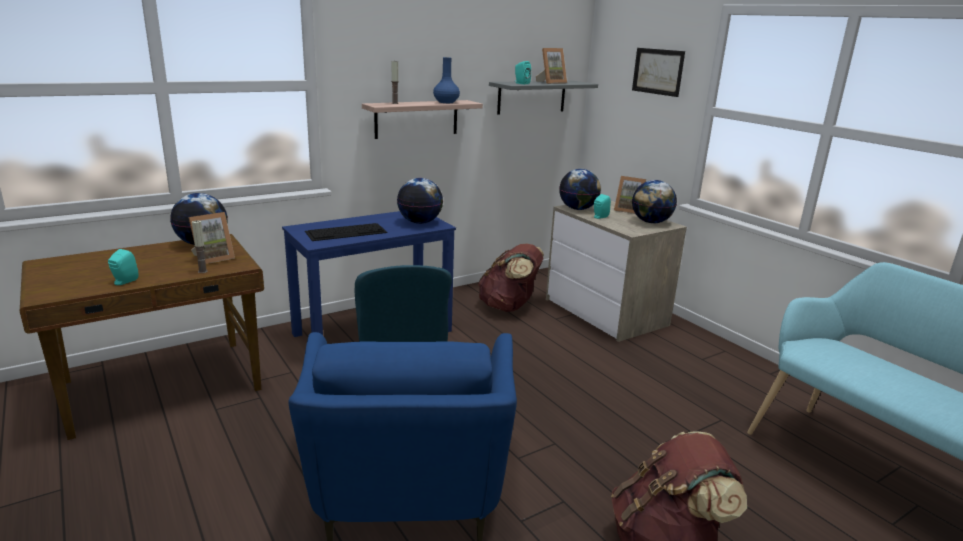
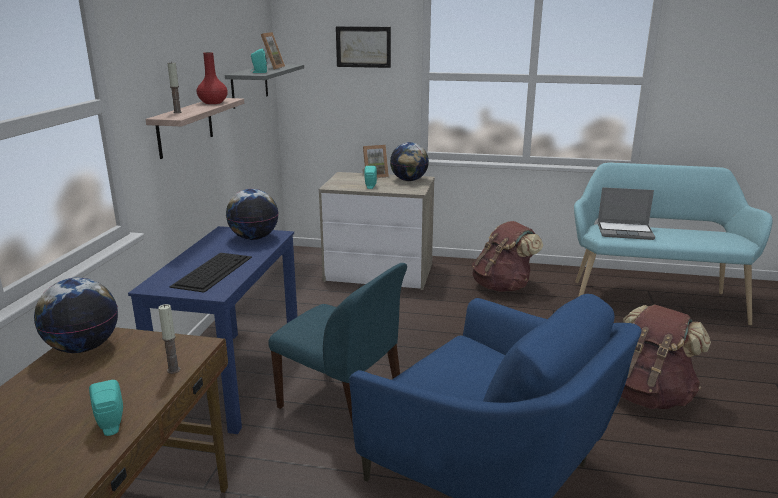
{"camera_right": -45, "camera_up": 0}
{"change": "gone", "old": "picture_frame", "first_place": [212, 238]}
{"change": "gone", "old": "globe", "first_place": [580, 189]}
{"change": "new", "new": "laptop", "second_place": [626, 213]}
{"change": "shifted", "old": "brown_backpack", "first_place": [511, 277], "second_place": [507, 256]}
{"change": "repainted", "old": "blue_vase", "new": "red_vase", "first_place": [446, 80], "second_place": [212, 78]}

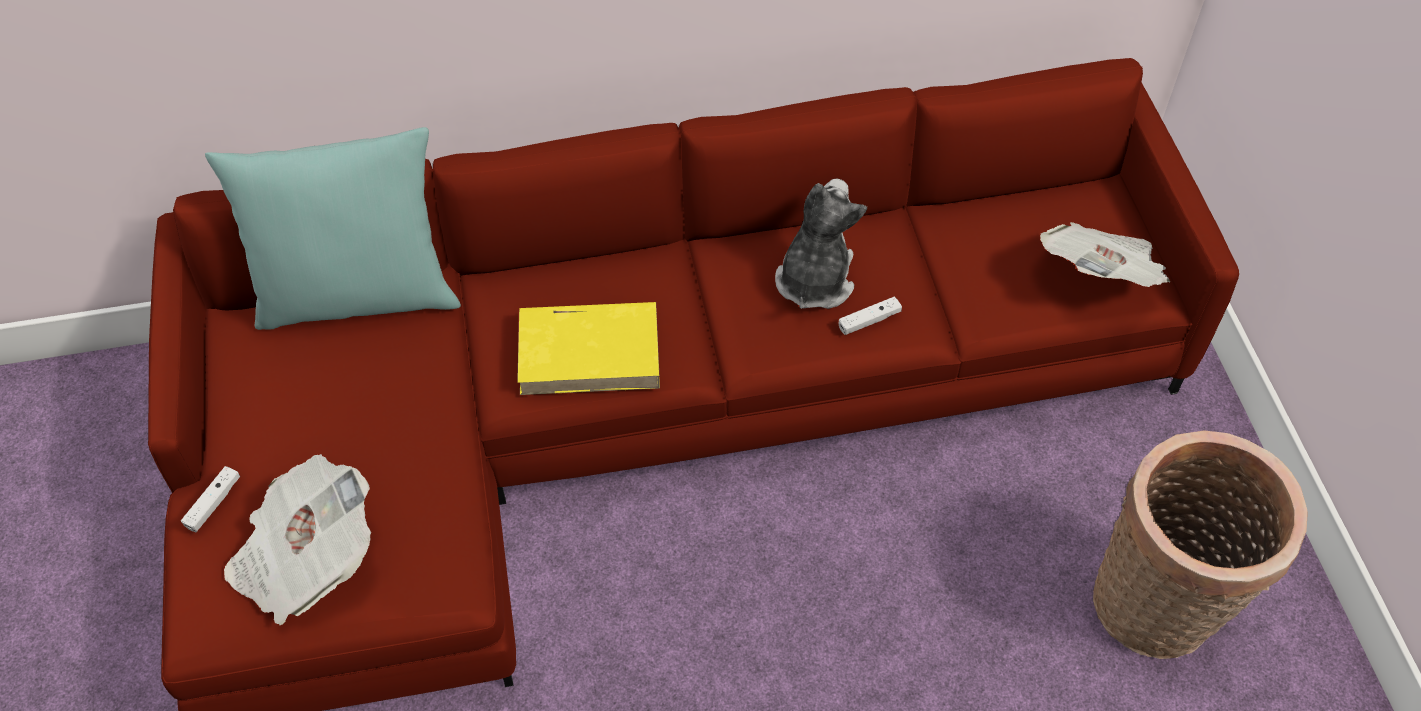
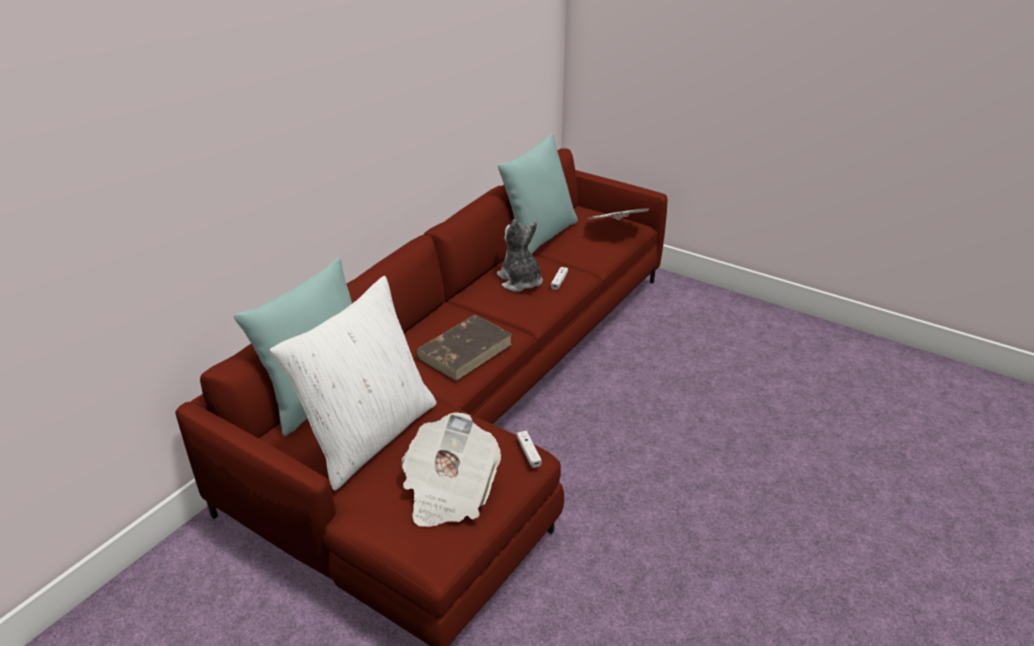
{"camera_right": -45, "camera_up": -20}
{"change": "gone", "old": "basket", "first_place": [1200, 544]}
{"change": "new", "new": "white_pillow", "second_place": [353, 383]}
{"change": "new", "new": "turquoise_pillow", "second_place": [538, 193]}
{"change": "shifted", "old": "white_game_controller", "first_place": [210, 499], "second_place": [529, 449]}
{"change": "repainted", "old": "yellow_book", "new": "brown_book", "first_place": [588, 348], "second_place": [464, 348]}

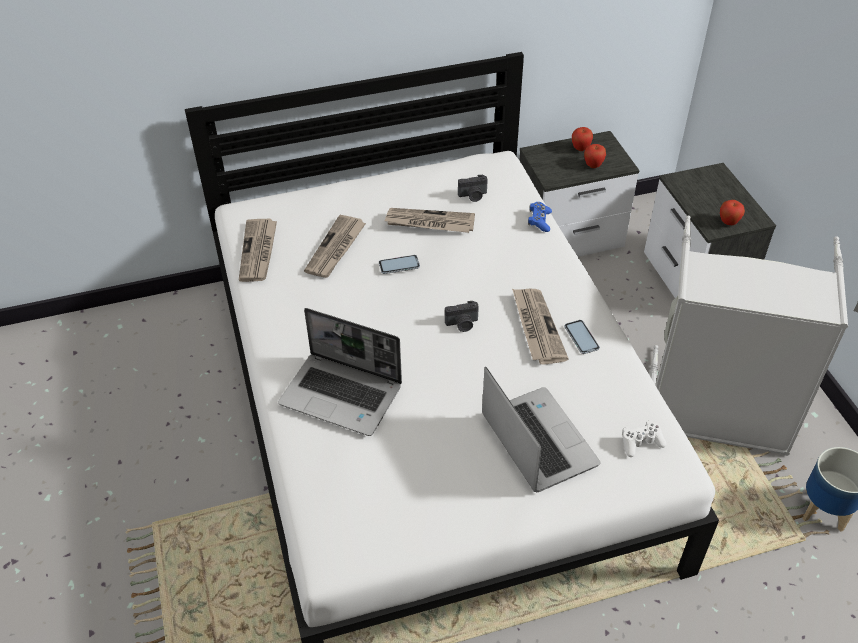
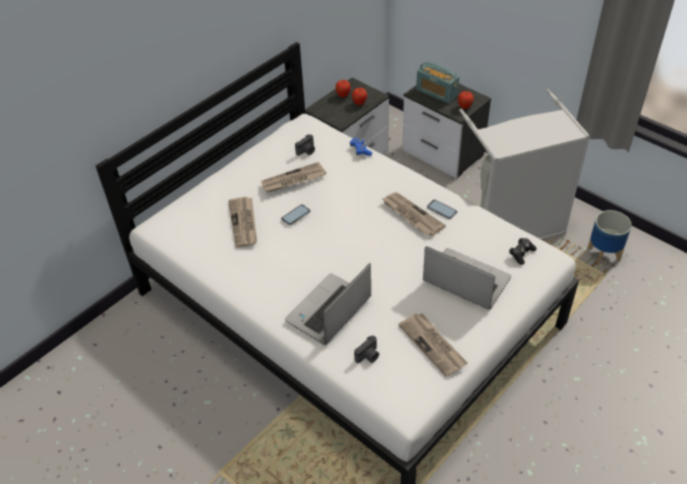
{"camera_right": -30, "camera_up": 0}
{"change": "new", "new": "radio", "second_place": [437, 82]}
{"change": "shifted", "old": "newspaper", "first_place": [258, 250], "second_place": [433, 345]}
{"change": "shifted", "old": "photo_camera", "first_place": [462, 316], "second_place": [366, 349]}
{"change": "repainted", "old": "white_game_controller", "new": "black_game_controller", "first_place": [644, 438], "second_place": [523, 251]}
{"change": "rotated", "old": "laptop", "first_place": [340, 372], "second_place": [328, 304], "degrees": 135}

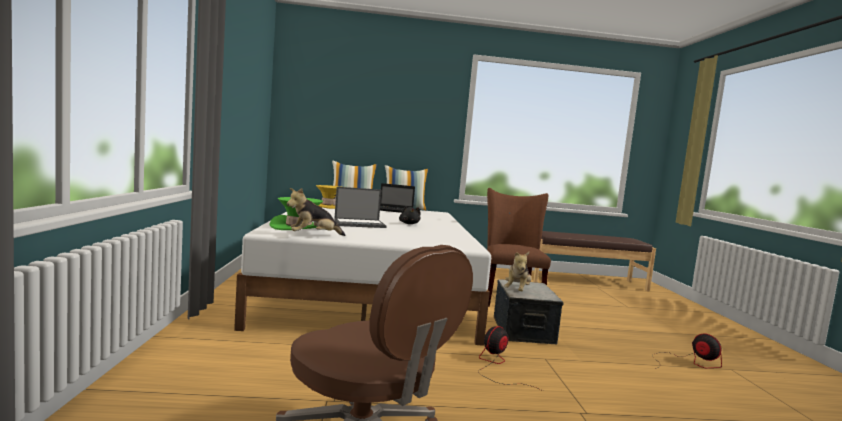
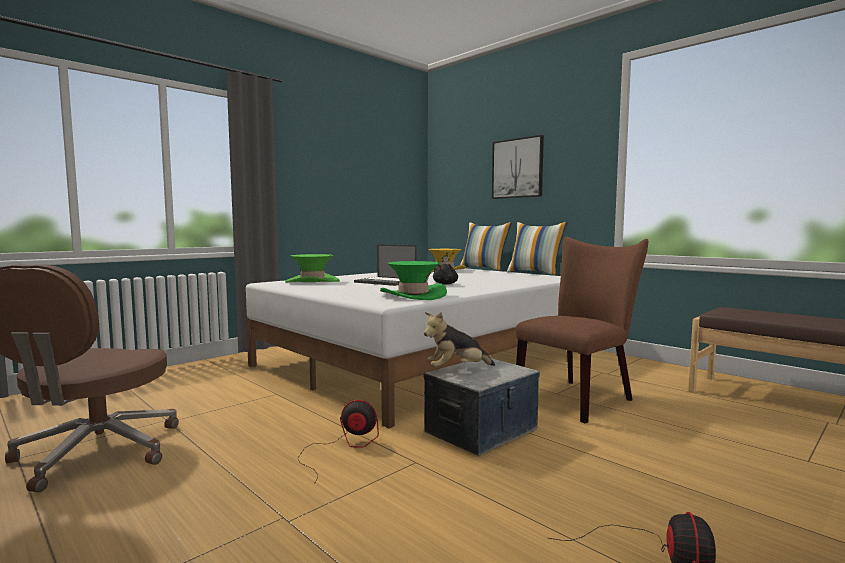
{"camera_right": 50, "camera_up": 0}
{"change": "gone", "old": "plush_toy", "first_place": [316, 212]}
{"change": "gone", "old": "laptop", "first_place": [397, 198]}
{"change": "new", "new": "green_hat", "second_place": [413, 280]}
{"change": "new", "new": "picture", "second_place": [518, 167]}

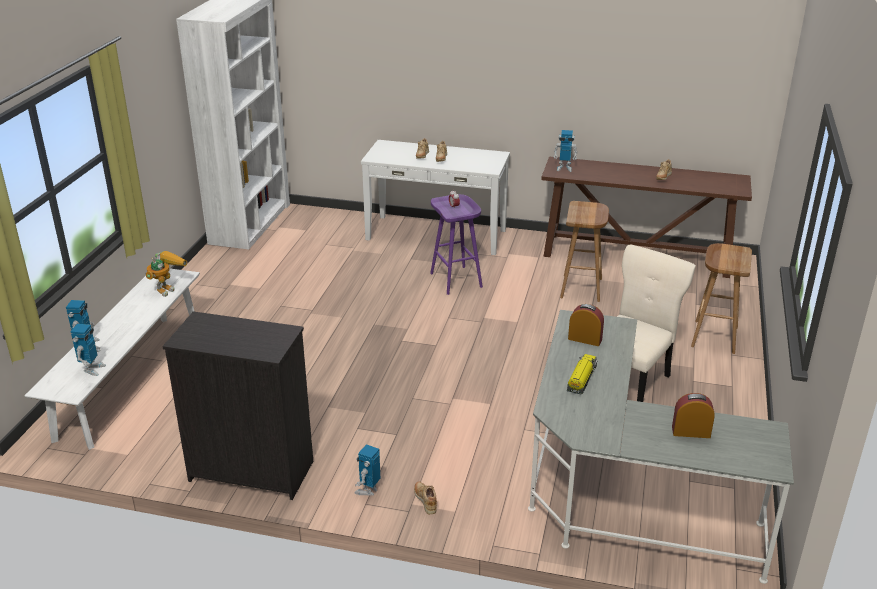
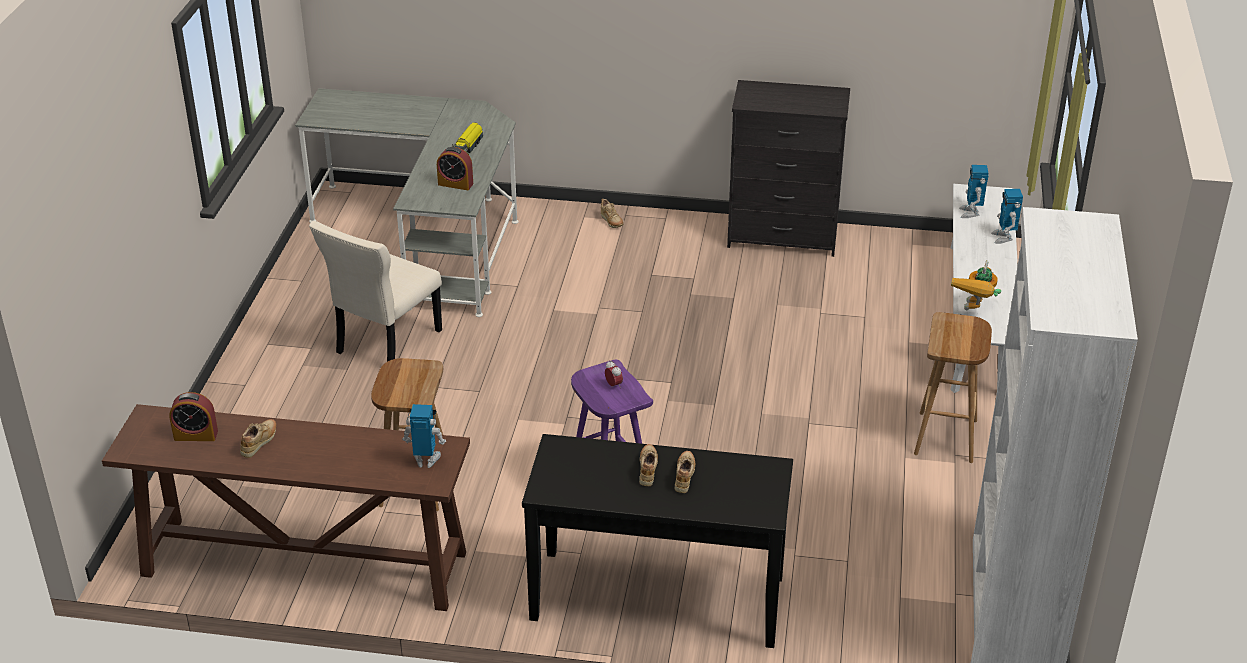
{"camera_right": 175, "camera_up": 5}
{"change": "gone", "old": "toy_robot", "first_place": [367, 470]}
{"change": "shifted", "old": "alarm_clock", "first_place": [693, 415], "second_place": [193, 416]}
{"change": "shifted", "old": "brown_stool", "first_place": [721, 298], "second_place": [953, 387]}
{"change": "repainted", "old": "white_console_table", "new": "black_console_table", "first_place": [435, 197], "second_place": [657, 541]}

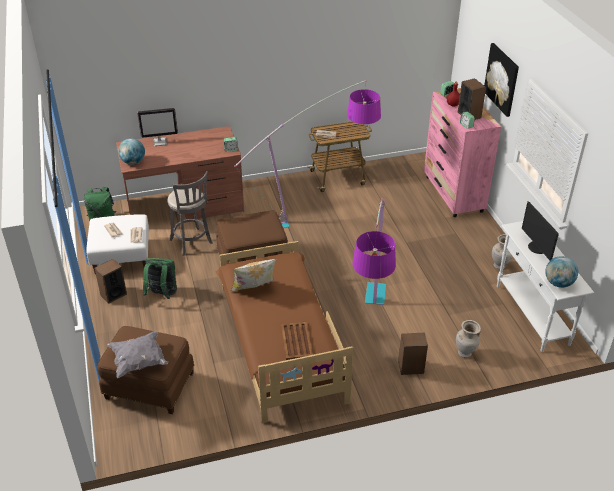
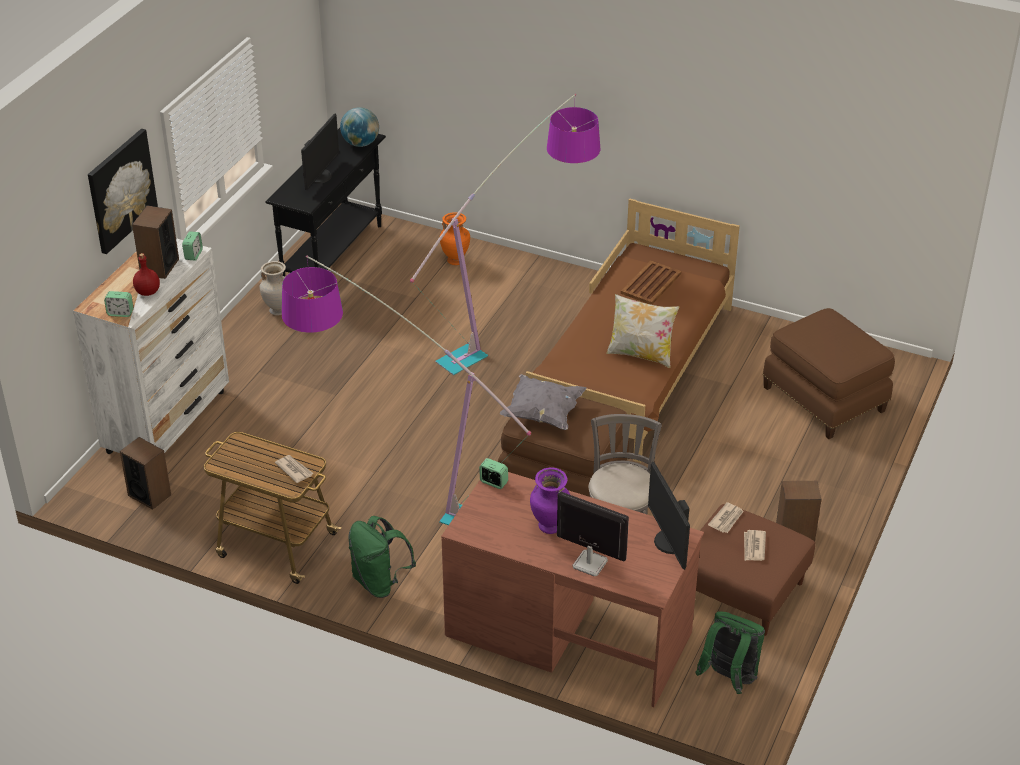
{"camera_right": -140, "camera_up": 0}
{"change": "new", "new": "purple_vase", "second_place": [550, 500]}
{"change": "shifted", "old": "grey_pillow", "first_place": [137, 354], "second_place": [543, 402]}
{"change": "shifted", "old": "green_backpack", "first_place": [160, 278], "second_place": [382, 557]}
{"change": "shifted", "old": "speaker", "first_place": [413, 354], "second_place": [145, 473]}
{"change": "swapped", "old": "globe", "new": "monitor", "first_place": [131, 151], "second_place": [669, 516]}
{"change": "repainted", "old": "white_ottoman", "new": "brown_ottoman", "first_place": [117, 244], "second_place": [755, 570]}
{"change": "repainted", "old": "pink_dresser", "new": "white_dresser", "first_place": [462, 152], "second_place": [151, 346]}
{"change": "repainted", "old": "beige_vase", "new": "orange_vase", "first_place": [468, 339], "second_place": [455, 238]}
{"change": "repainted", "old": "white_console_table", "new": "black_console_table", "first_place": [545, 286], "second_place": [325, 202]}

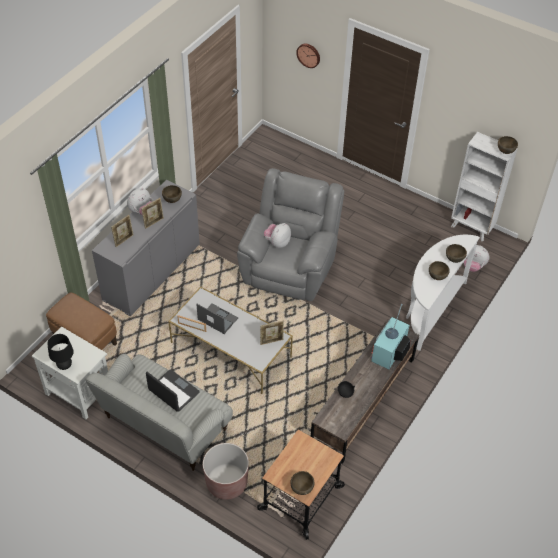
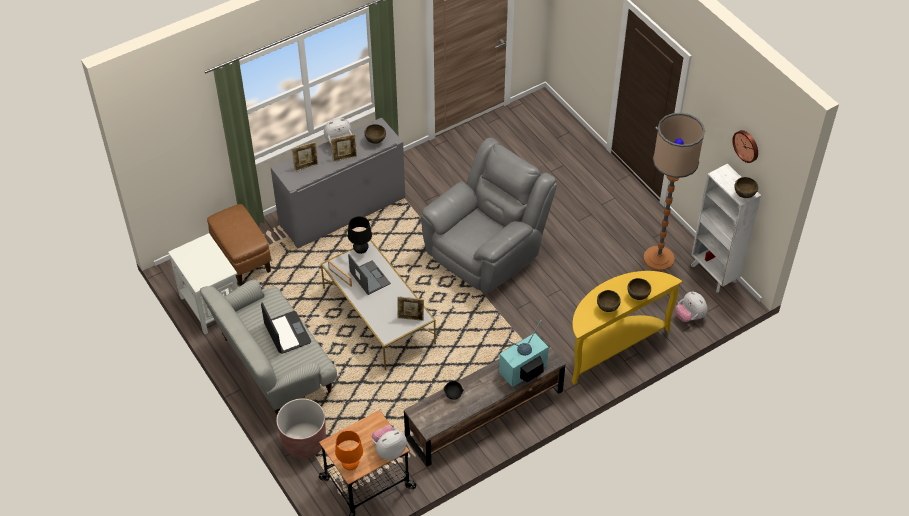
{"camera_right": 25, "camera_up": 0}
{"change": "new", "new": "floor_lamp", "second_place": [674, 192]}
{"change": "shifted", "old": "black_table_lamp", "first_place": [60, 352], "second_place": [360, 235]}
{"change": "shifted", "old": "plush_toy", "first_place": [277, 235], "second_place": [389, 442]}
{"change": "shifted", "old": "wall_clock", "first_place": [308, 56], "second_place": [745, 146]}
{"change": "swapped", "old": "brown_bowl", "new": "orange_table_lamp", "first_place": [302, 483], "second_place": [349, 450]}
{"change": "repainted", "old": "white_console_table", "new": "yellow_console_table", "first_place": [443, 293], "second_place": [626, 328]}

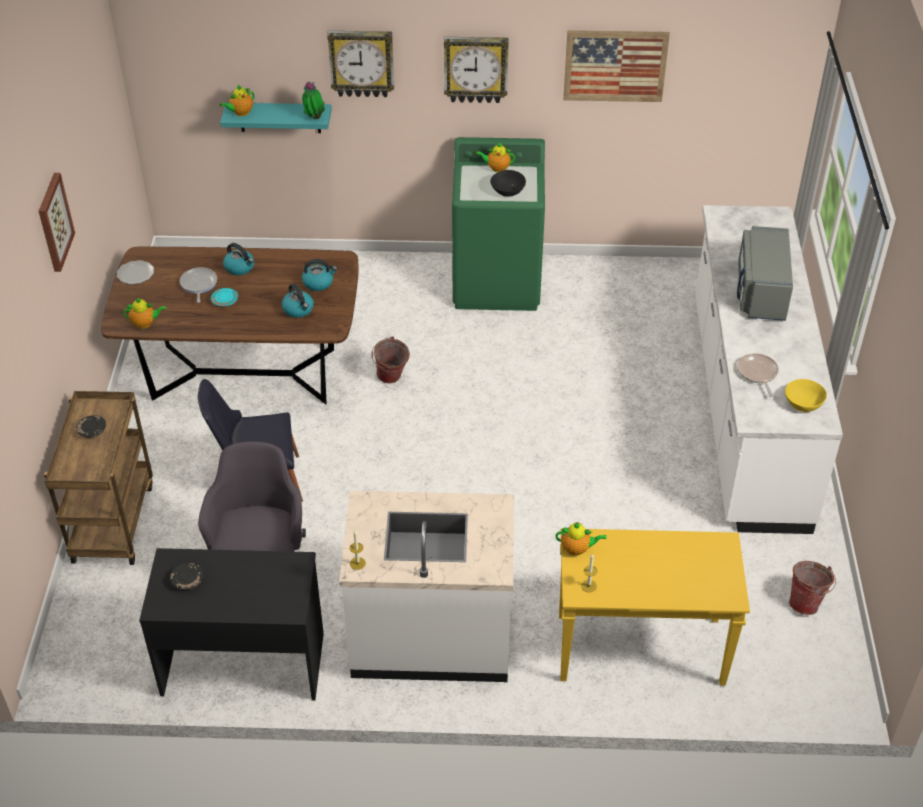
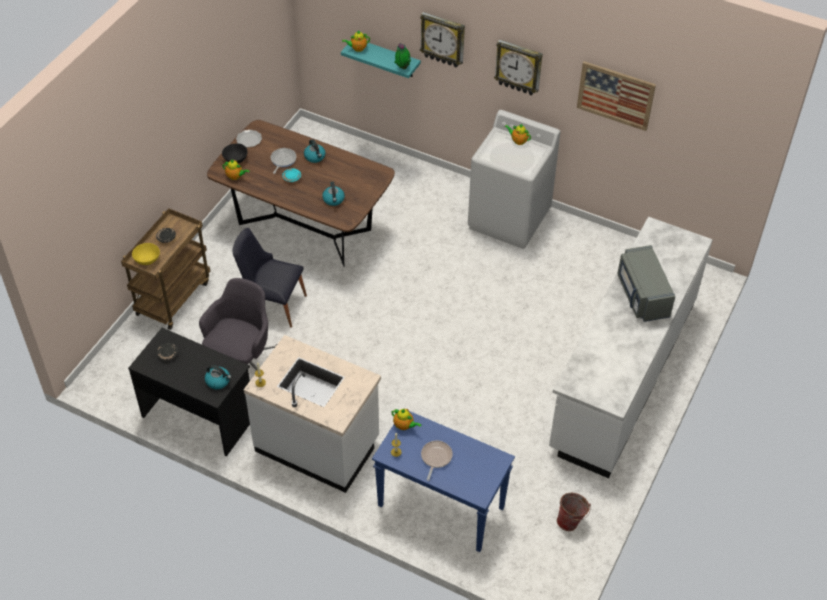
{"camera_right": 25, "camera_up": 5}
{"change": "gone", "old": "picture", "first_place": [57, 222]}
{"change": "gone", "old": "bucket", "first_place": [390, 359]}
{"change": "shifted", "old": "kettle", "first_place": [319, 275], "second_place": [218, 377]}
{"change": "shifted", "old": "black_bowl", "first_place": [508, 183], "second_place": [234, 153]}
{"change": "shifted", "old": "frying_pan", "first_place": [758, 375], "second_place": [437, 461]}
{"change": "shifted", "old": "yellow_bowl", "first_place": [806, 395], "second_place": [146, 254]}
{"change": "repainted", "old": "green_washing_machine", "new": "white_washing_machine", "first_place": [498, 224], "second_place": [514, 179]}
{"change": "repainted", "old": "yellow_console_table", "new": "blue_console_table", "first_place": [654, 607], "second_place": [443, 481]}
{"change": "rotated", "old": "grey_microwave", "first_place": [765, 273], "second_place": [646, 283], "degrees": -45}

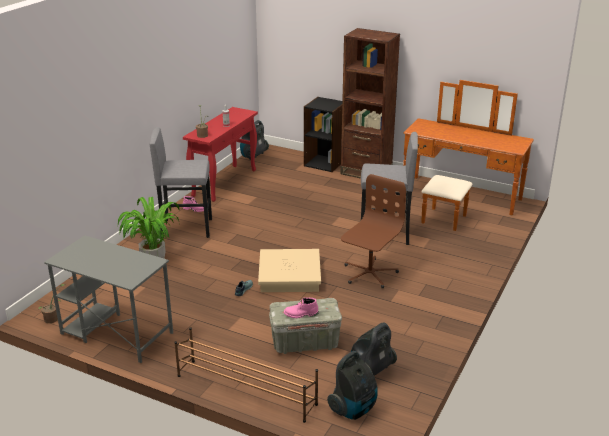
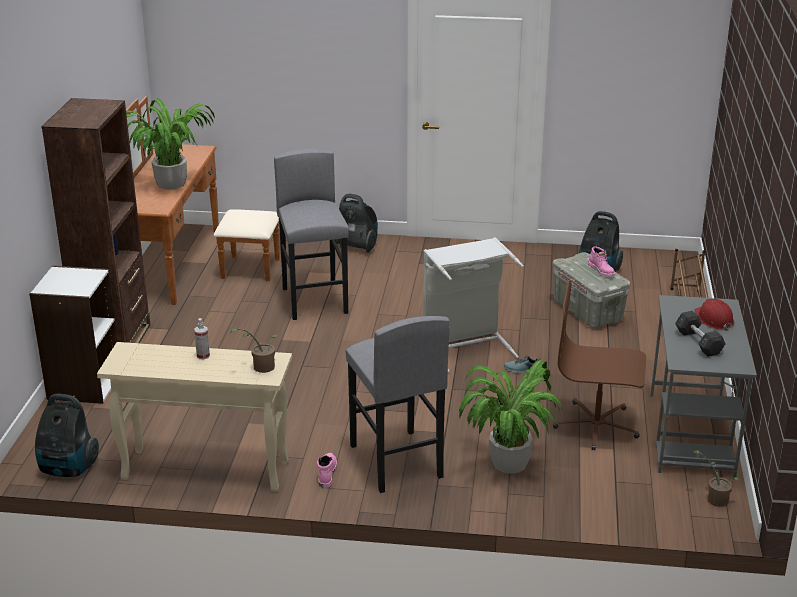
{"camera_right": -110, "camera_up": 0}
{"change": "new", "new": "potted_plant", "second_place": [170, 143]}
{"change": "new", "new": "grey_dumbbell", "second_place": [700, 334]}
{"change": "new", "new": "red_hard_hat", "second_place": [715, 315]}
{"change": "shifted", "old": "vacuum_cleaner", "first_place": [352, 385], "second_place": [356, 223]}
{"change": "shifted", "old": "brown_office_chair", "first_place": [373, 231], "second_place": [599, 365]}
{"change": "swapped", "old": "beige_storage_box", "new": "grey_laundry_basket", "first_place": [289, 270], "second_place": [473, 304]}
{"change": "repainted", "old": "red_console_table", "new": "beige_console_table", "first_place": [220, 154], "second_place": [194, 417]}
{"change": "repainted", "old": "black_bookcase", "new": "white_bookcase", "first_place": [323, 134], "second_place": [73, 335]}

